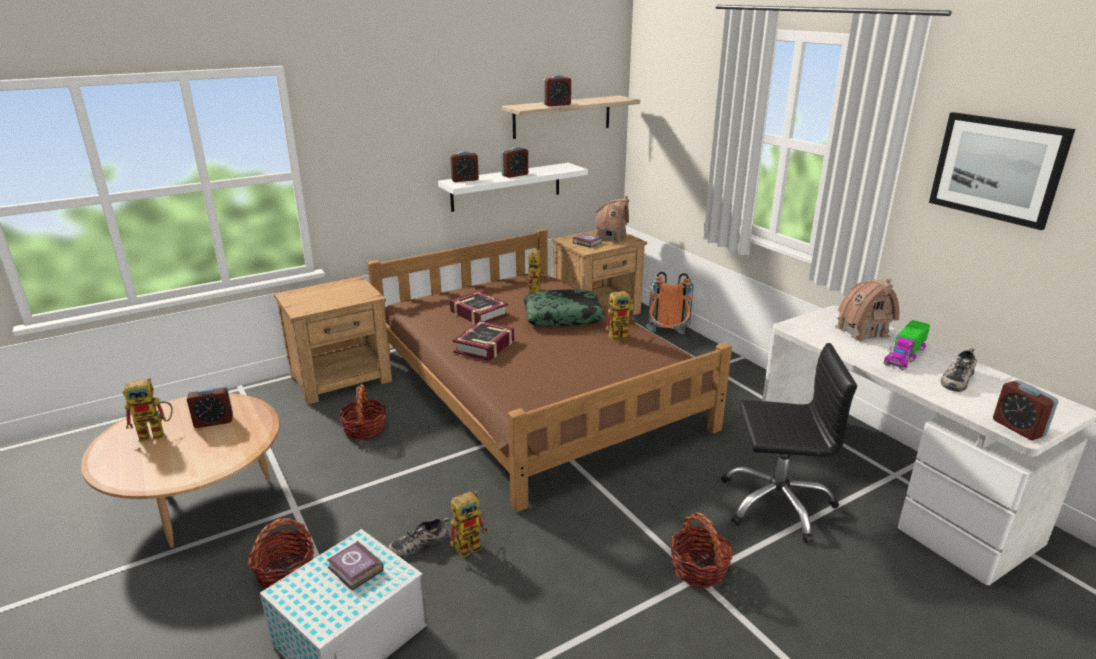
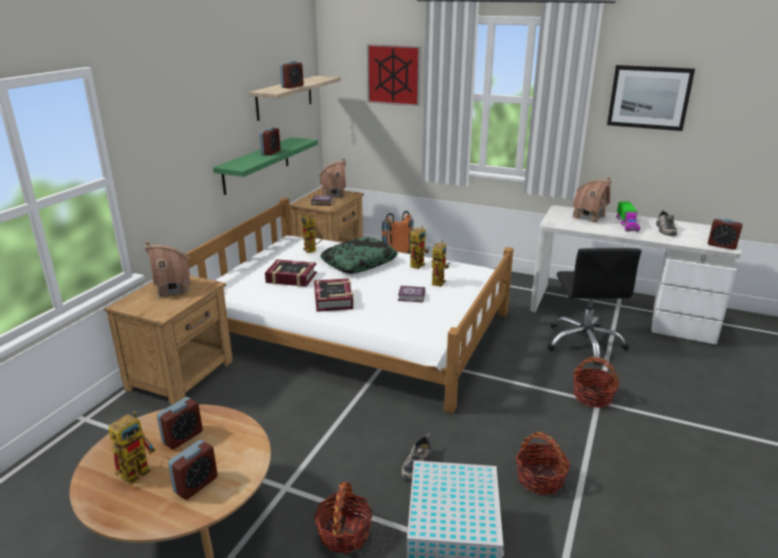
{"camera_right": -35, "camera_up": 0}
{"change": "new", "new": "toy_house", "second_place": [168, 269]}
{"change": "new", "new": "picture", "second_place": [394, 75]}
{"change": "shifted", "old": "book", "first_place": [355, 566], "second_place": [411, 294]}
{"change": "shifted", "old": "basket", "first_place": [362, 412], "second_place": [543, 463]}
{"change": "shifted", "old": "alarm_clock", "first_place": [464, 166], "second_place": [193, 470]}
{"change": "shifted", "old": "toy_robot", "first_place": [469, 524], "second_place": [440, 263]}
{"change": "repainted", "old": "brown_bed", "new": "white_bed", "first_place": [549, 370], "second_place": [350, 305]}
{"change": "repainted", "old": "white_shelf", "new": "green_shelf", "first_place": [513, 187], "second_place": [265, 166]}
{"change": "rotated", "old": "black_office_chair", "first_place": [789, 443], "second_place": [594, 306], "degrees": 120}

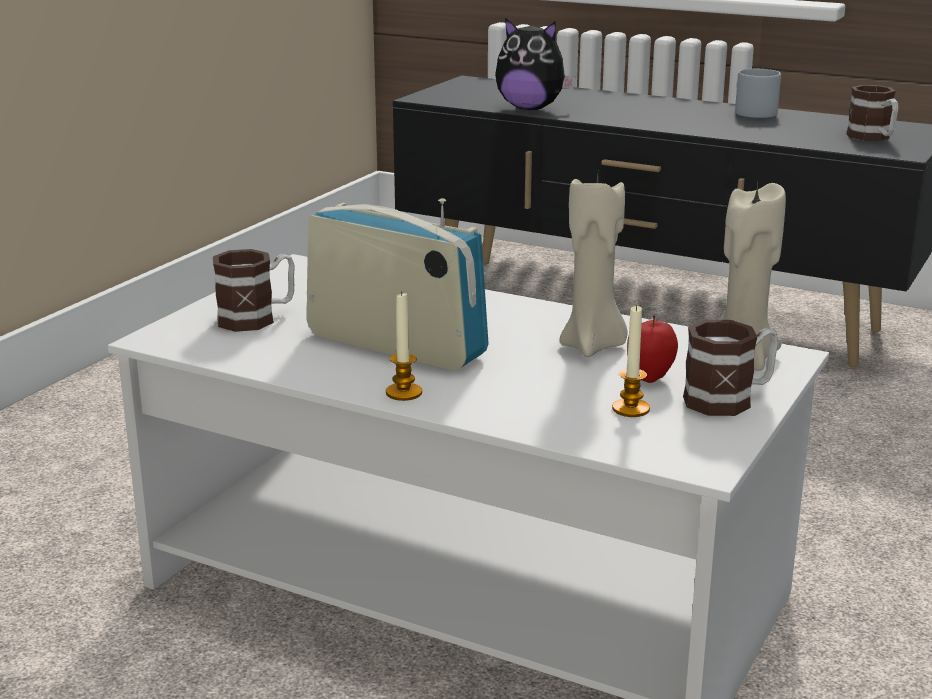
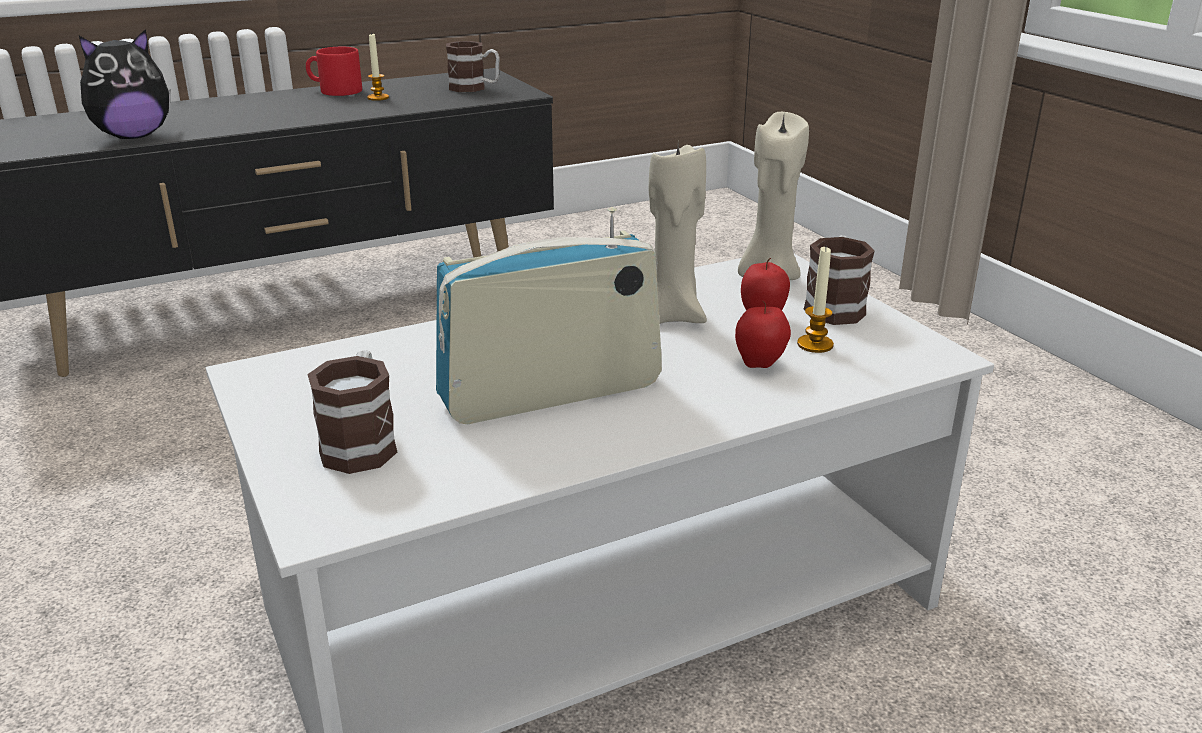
{"camera_right": -55, "camera_up": 5}
{"change": "new", "new": "apple", "second_place": [763, 334]}
{"change": "shifted", "old": "candle", "first_place": [404, 346], "second_place": [378, 66]}
{"change": "repainted", "old": "grey_mug", "new": "red_mug", "first_place": [758, 93], "second_place": [334, 71]}

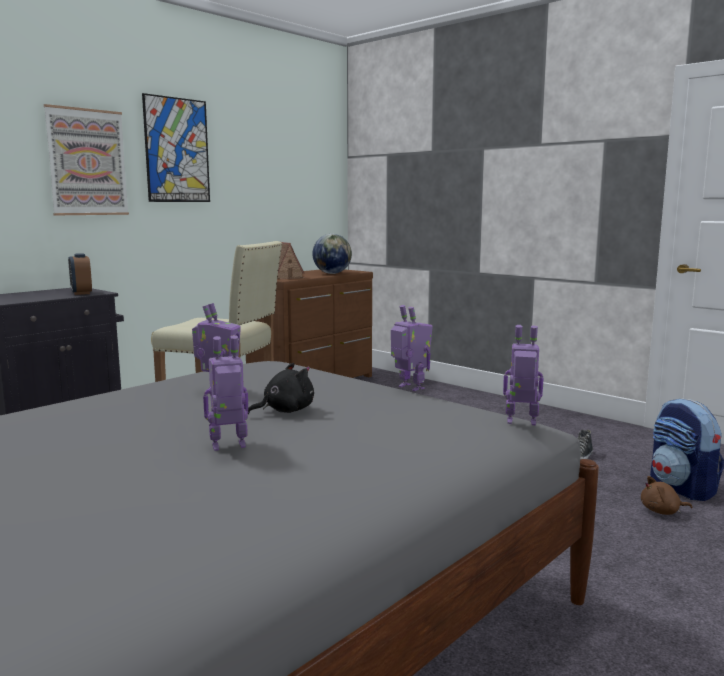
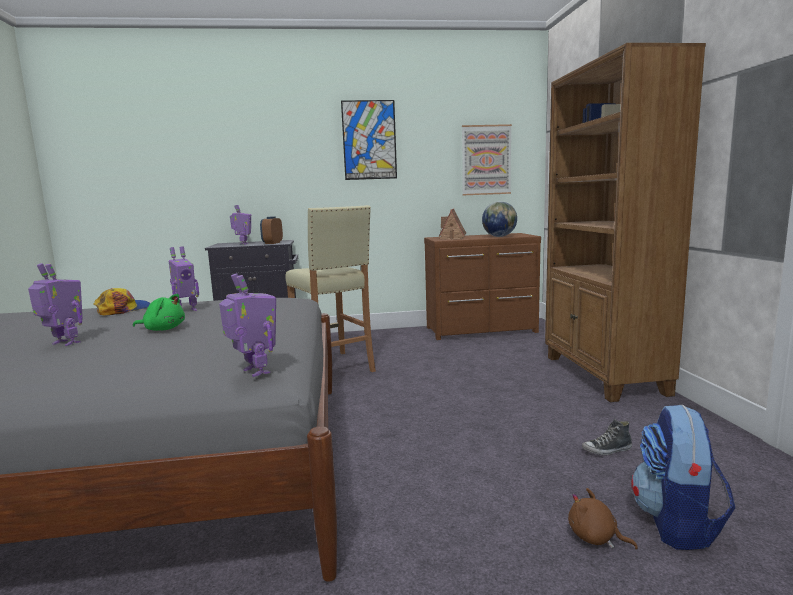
{"camera_right": 40, "camera_up": 0}
{"change": "new", "new": "cap", "second_place": [122, 301]}
{"change": "new", "new": "brown_bookcase", "second_place": [625, 222]}
{"change": "shifted", "old": "picture", "first_place": [86, 159], "second_place": [487, 160]}
{"change": "shifted", "old": "toy_robot", "first_place": [412, 348], "second_place": [240, 225]}
{"change": "repainted", "old": "black_plush_toy", "new": "green_plush_toy", "first_place": [281, 388], "second_place": [159, 312]}

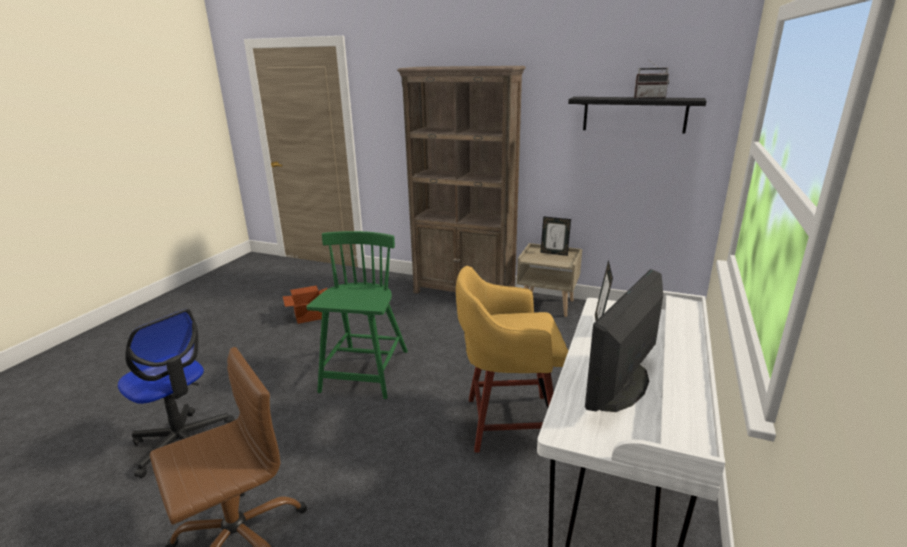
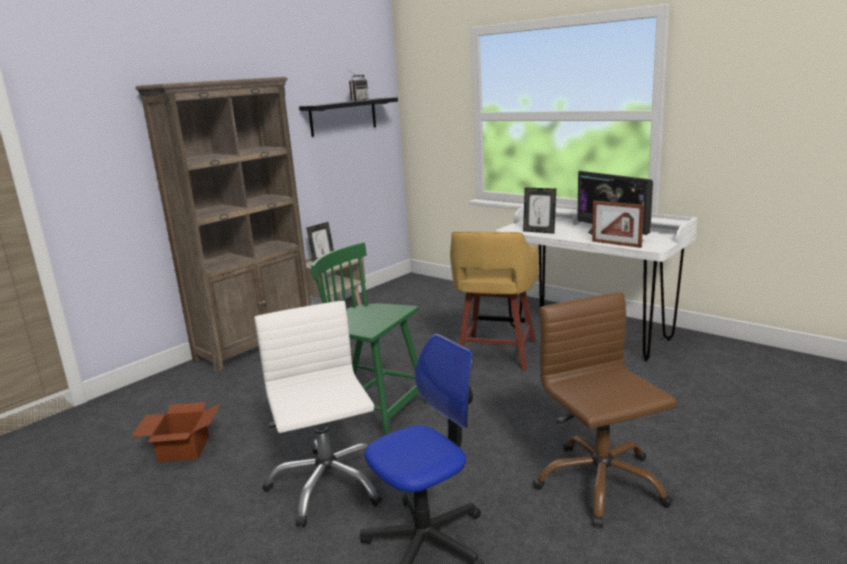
{"camera_right": -70, "camera_up": -5}
{"change": "new", "new": "white_office_chair", "second_place": [318, 414]}
{"change": "new", "new": "picture_frame", "second_place": [618, 224]}

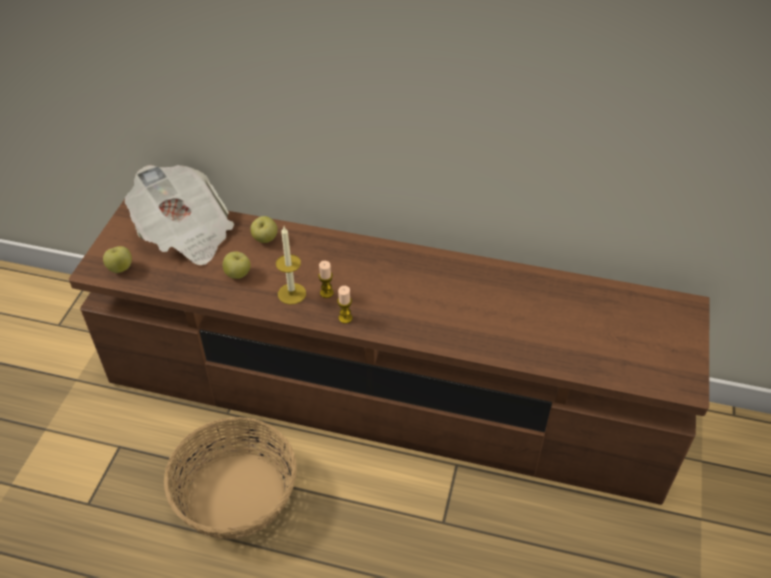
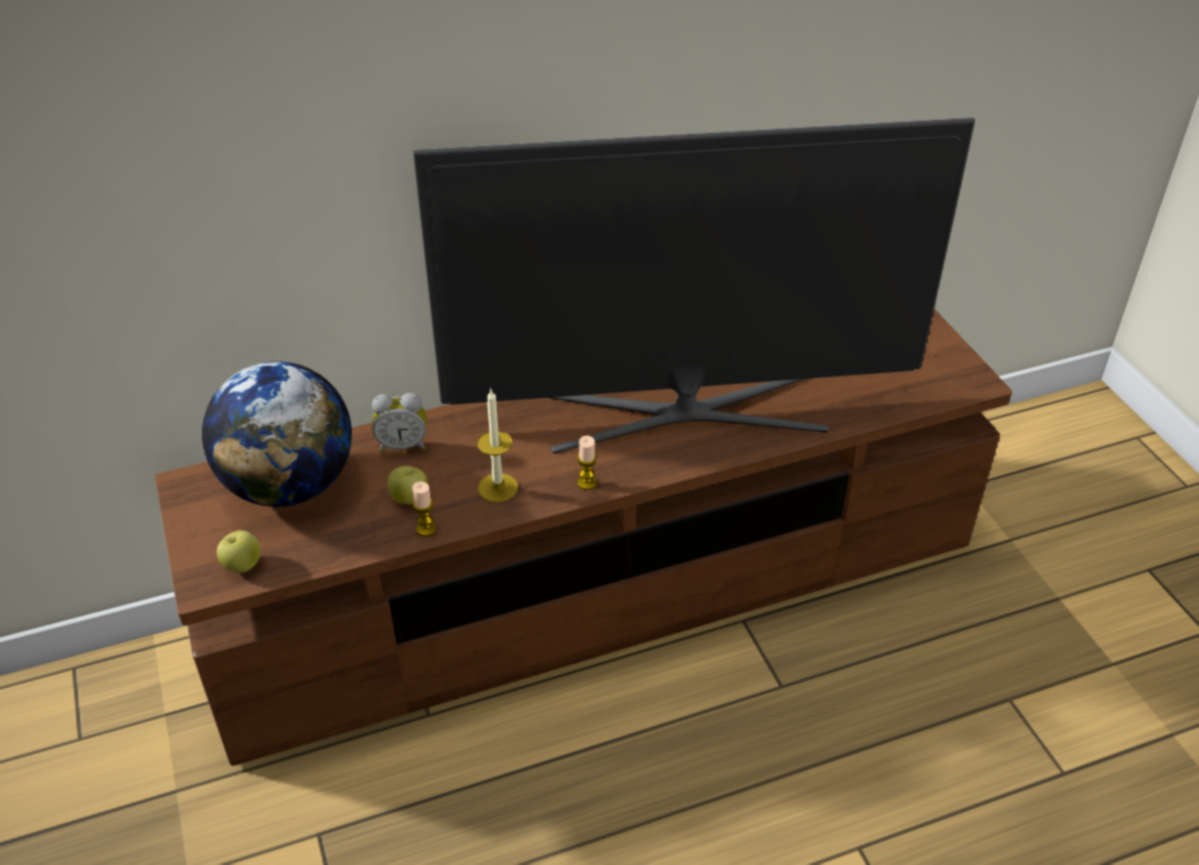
{"camera_right": -35, "camera_up": -5}
{"change": "gone", "old": "basket", "first_place": [230, 478]}
{"change": "new", "new": "television", "second_place": [694, 286]}
{"change": "shifted", "old": "candle", "first_place": [326, 279], "second_place": [424, 508]}
{"change": "swapped", "old": "newspaper", "new": "globe", "first_place": [179, 215], "second_place": [277, 434]}
{"change": "swapped", "old": "apple", "new": "alarm_clock", "first_place": [264, 229], "second_place": [399, 423]}

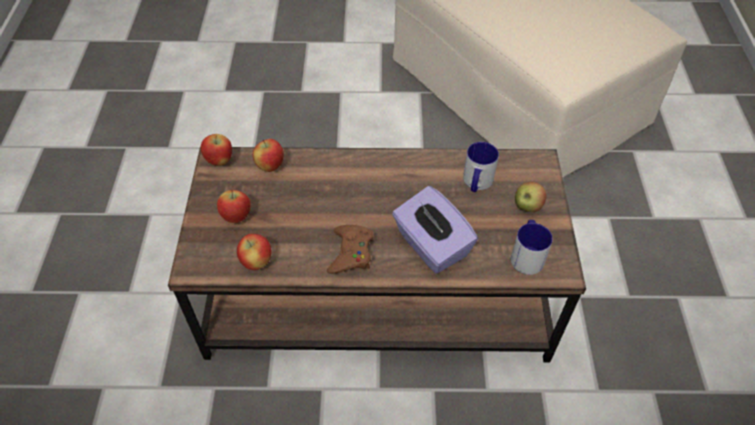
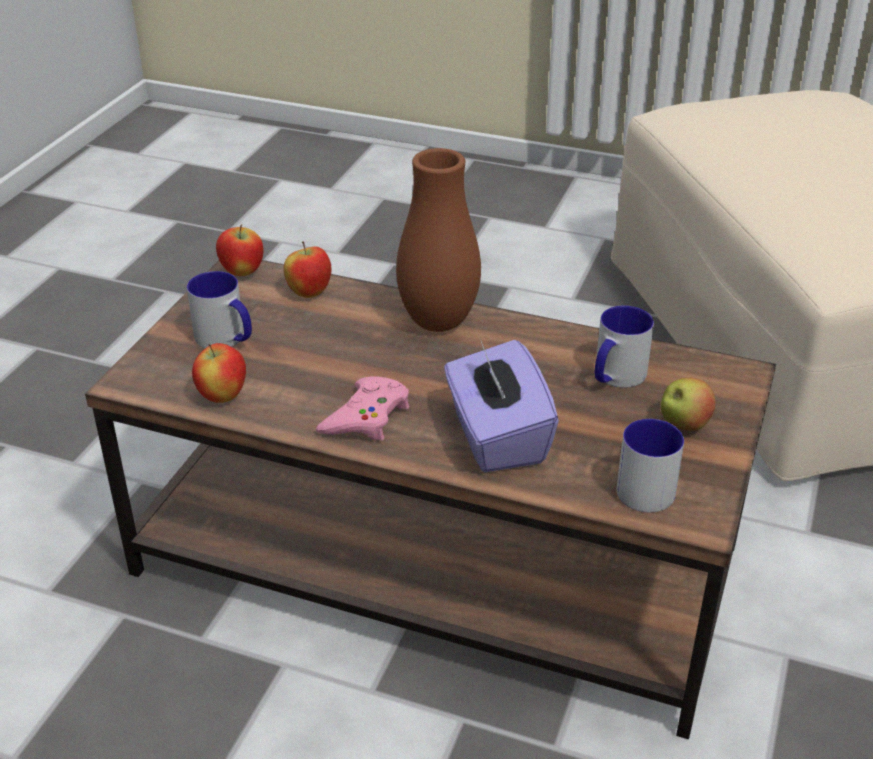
{"camera_right": 20, "camera_up": -15}
{"change": "new", "new": "brown_vase", "second_place": [438, 240]}
{"change": "swapped", "old": "apple", "new": "mug", "first_place": [234, 206], "second_place": [219, 309]}
{"change": "repainted", "old": "brown_game_controller", "new": "pink_game_controller", "first_place": [350, 249], "second_place": [362, 408]}

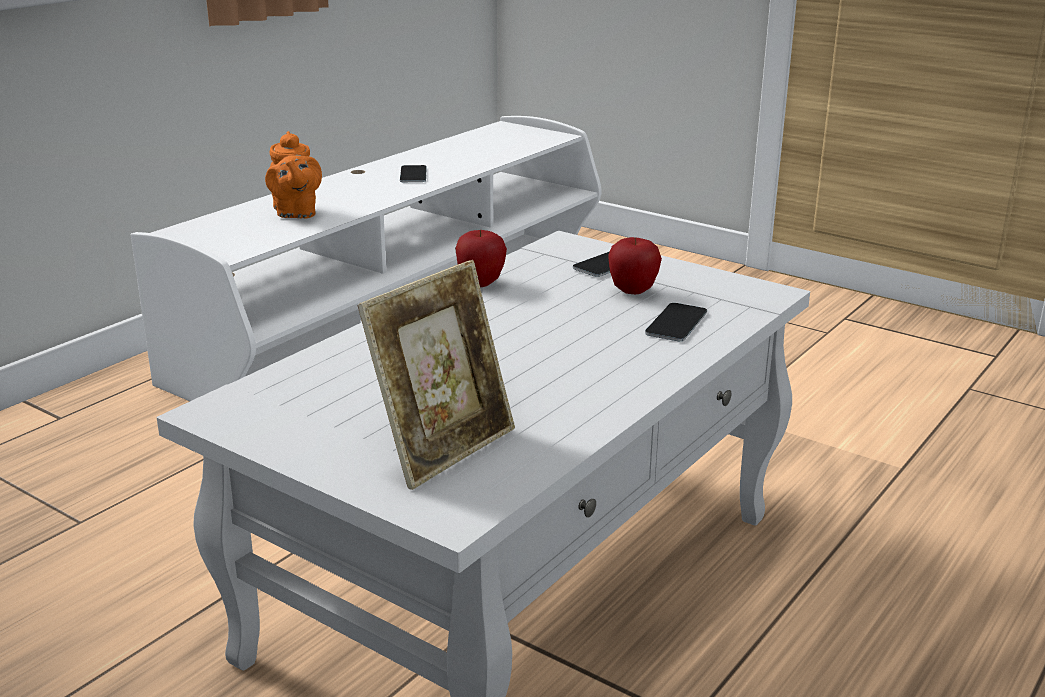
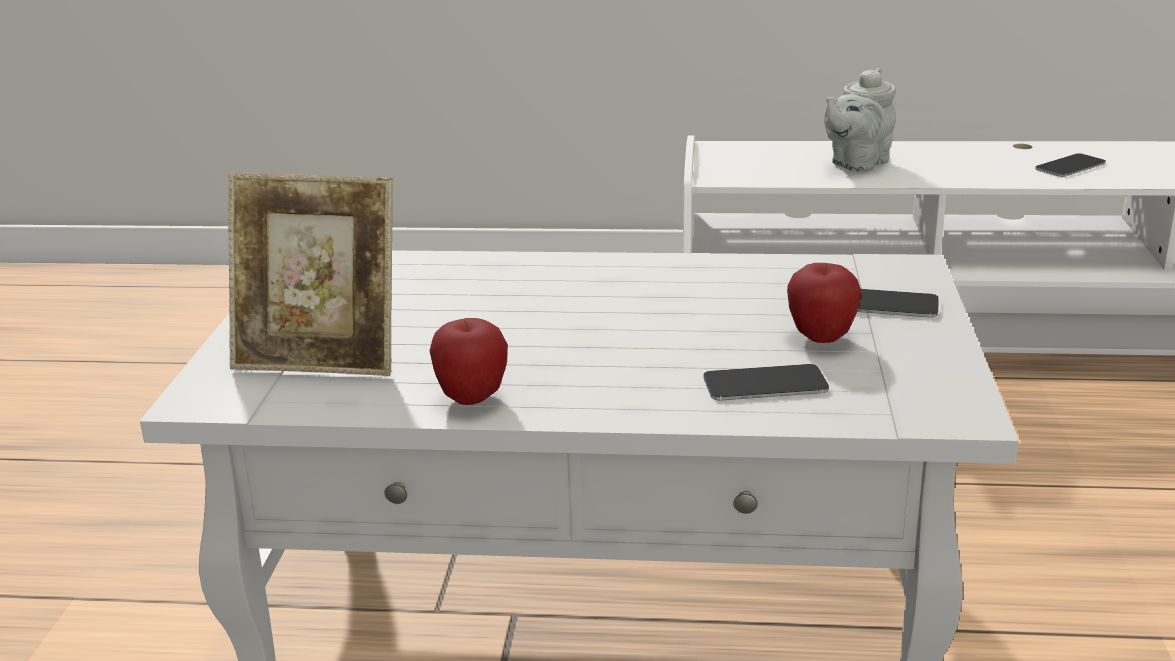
{"camera_right": 60, "camera_up": 0}
{"change": "shifted", "old": "apple", "first_place": [481, 258], "second_place": [469, 361]}
{"change": "repainted", "old": "orange_teapot", "new": "grey_teapot", "first_place": [293, 174], "second_place": [860, 120]}

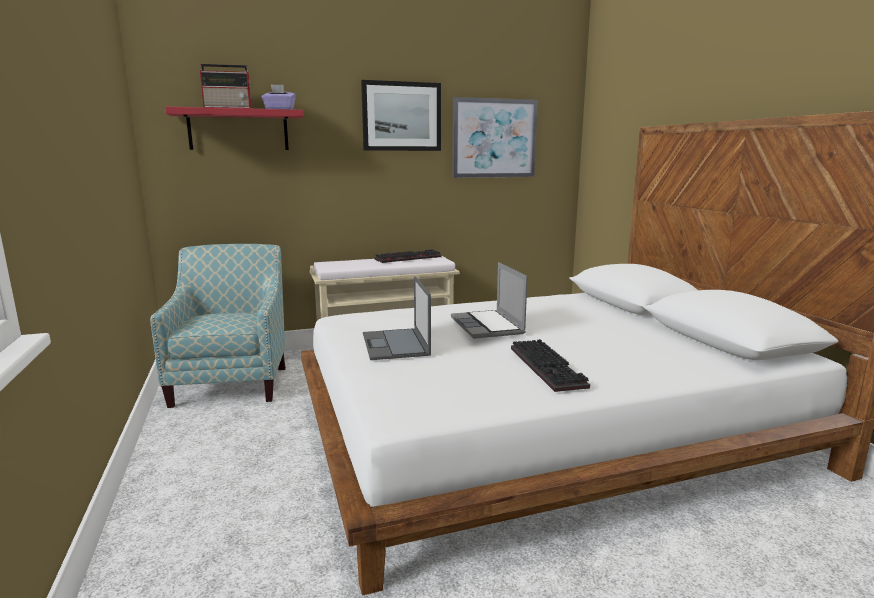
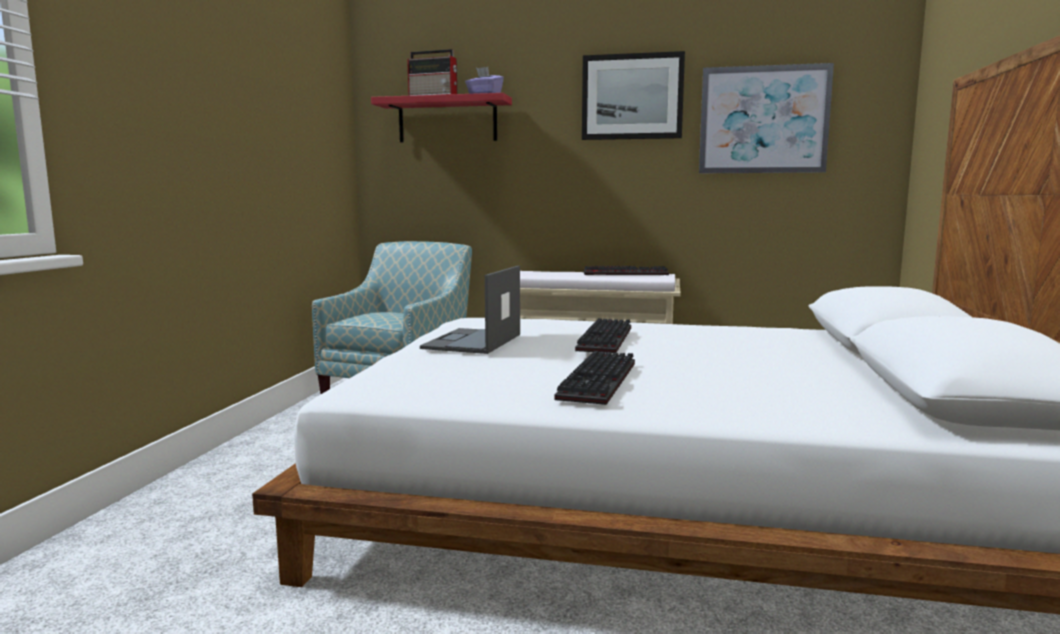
{"camera_right": 30, "camera_up": -5}
{"change": "swapped", "old": "laptop", "new": "keyboard", "first_place": [489, 300], "second_place": [603, 335]}

